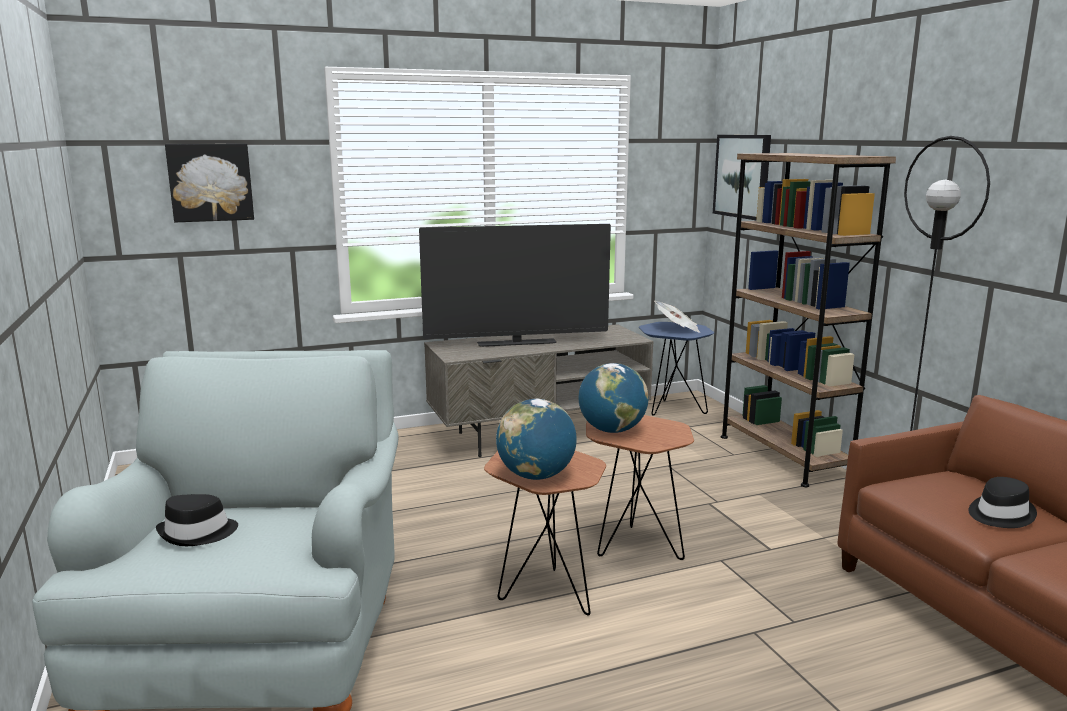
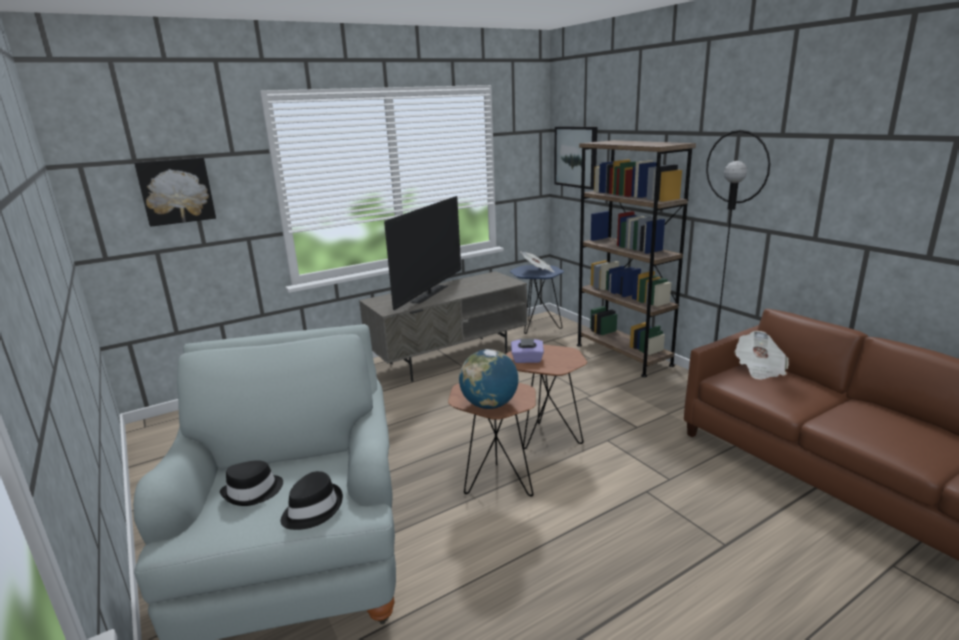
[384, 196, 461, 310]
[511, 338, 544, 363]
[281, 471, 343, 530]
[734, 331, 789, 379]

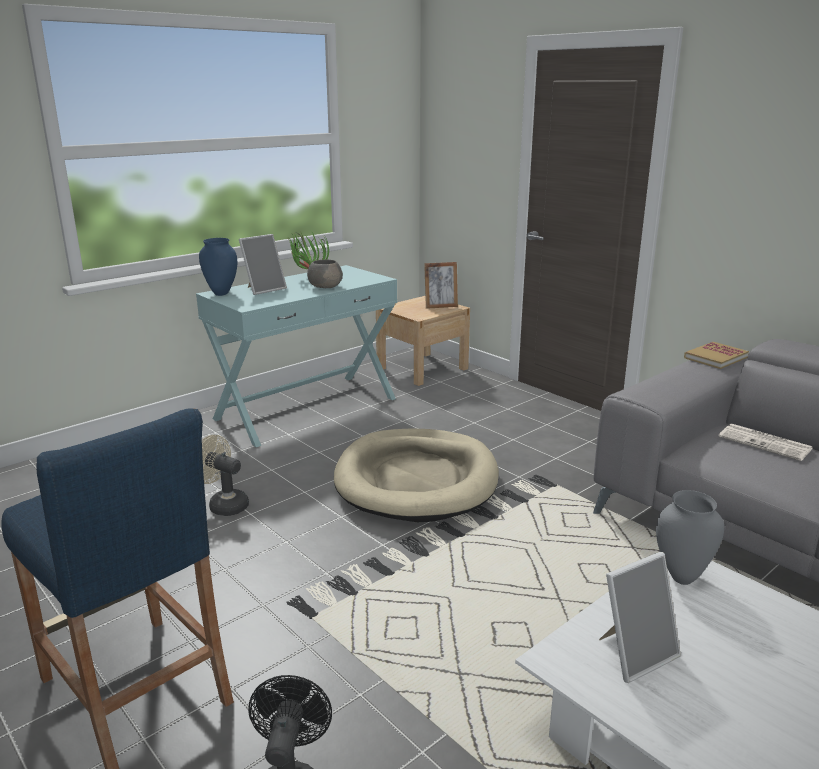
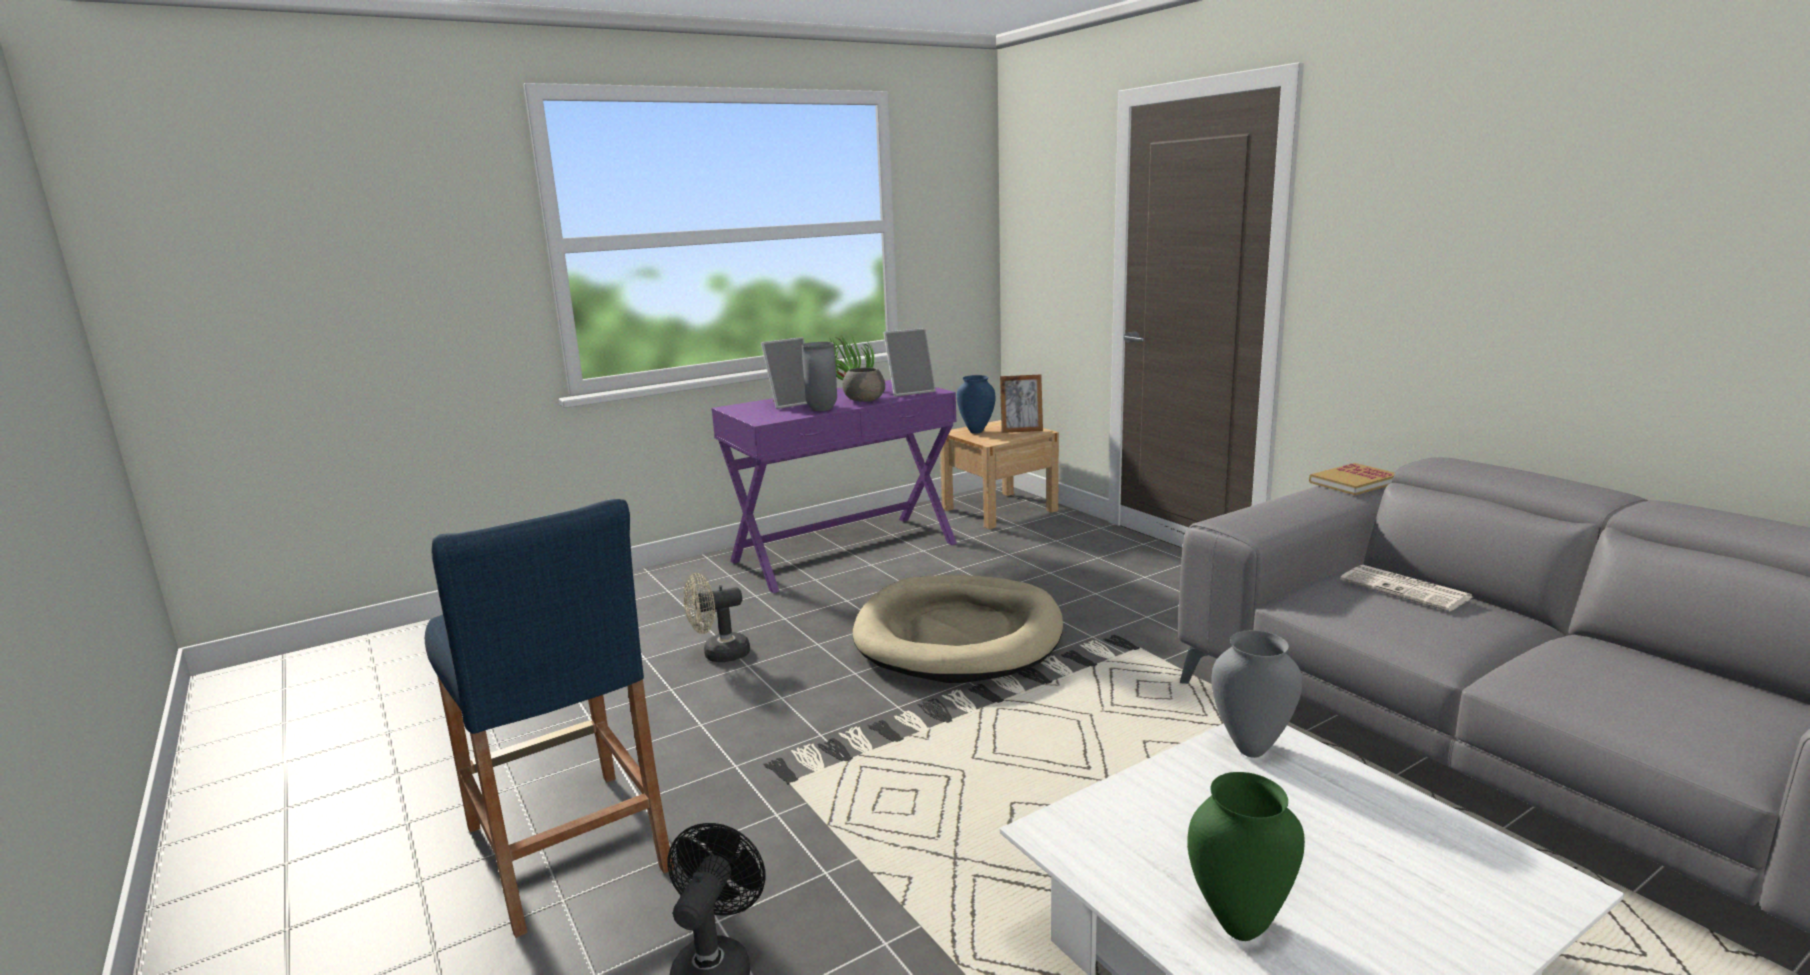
[957, 375, 995, 434]
[711, 380, 957, 593]
[683, 573, 750, 662]
[883, 328, 936, 397]
[802, 342, 837, 411]
[1187, 772, 1305, 941]

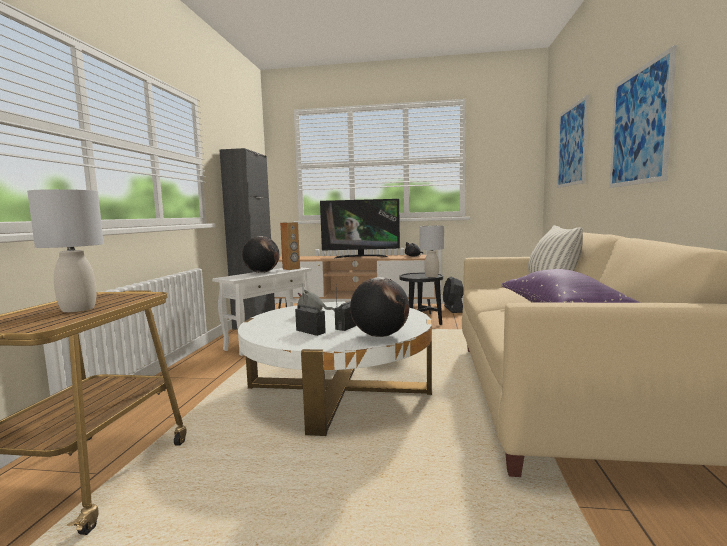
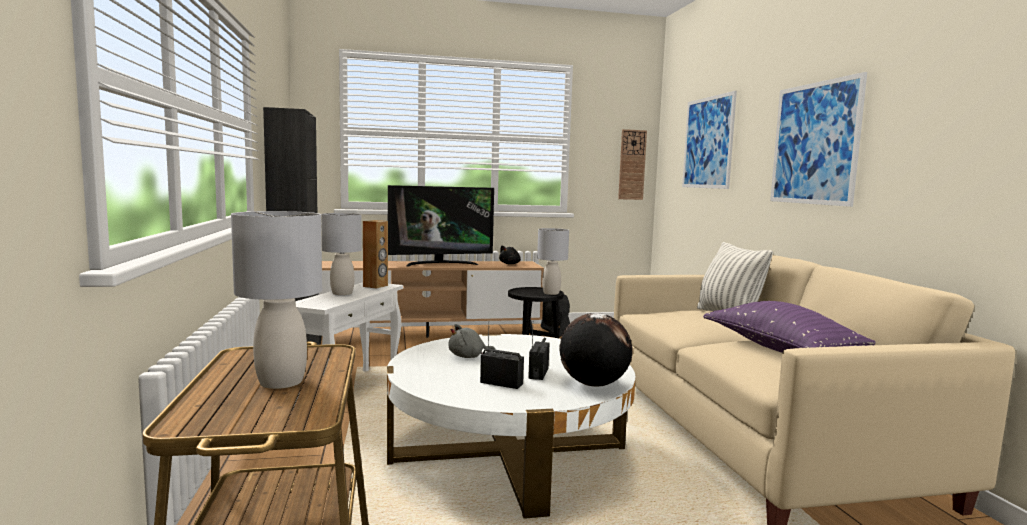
[321, 213, 362, 295]
[618, 129, 647, 200]

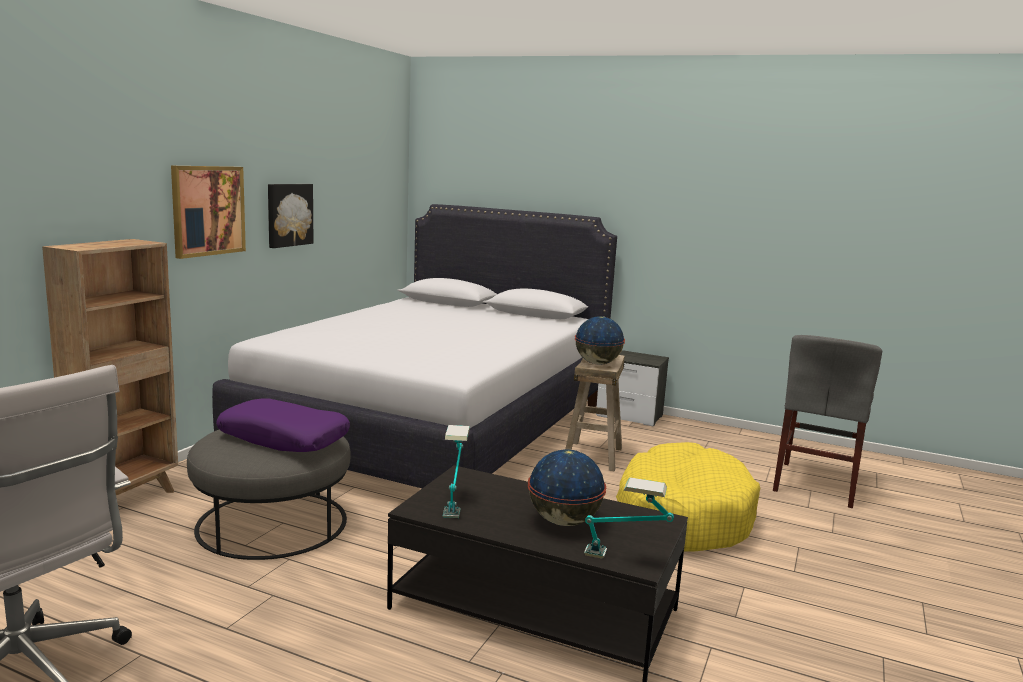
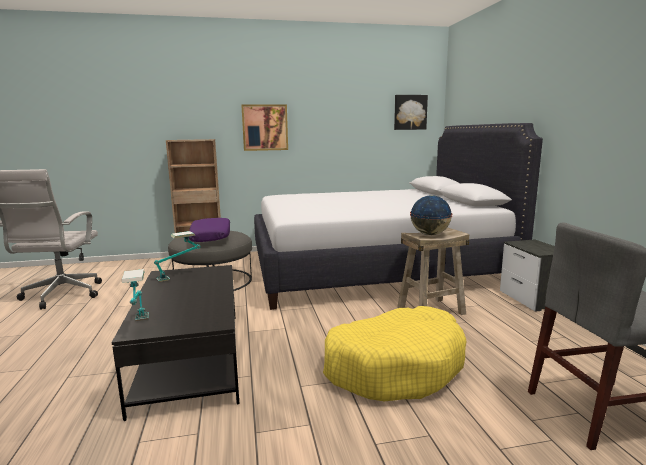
[394, 95, 428, 130]
[528, 449, 606, 526] (first image)

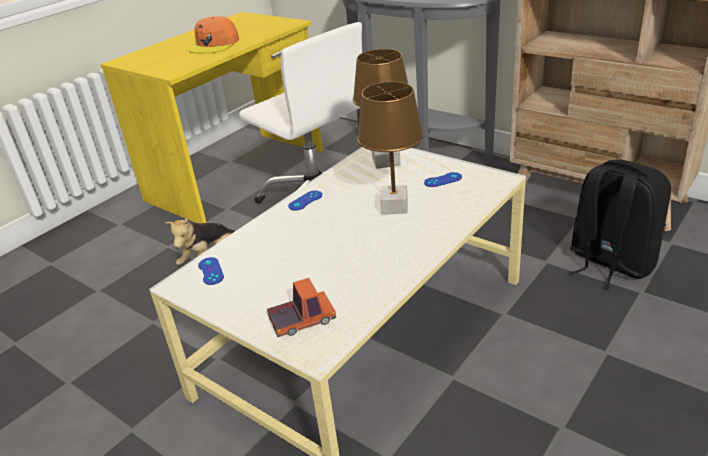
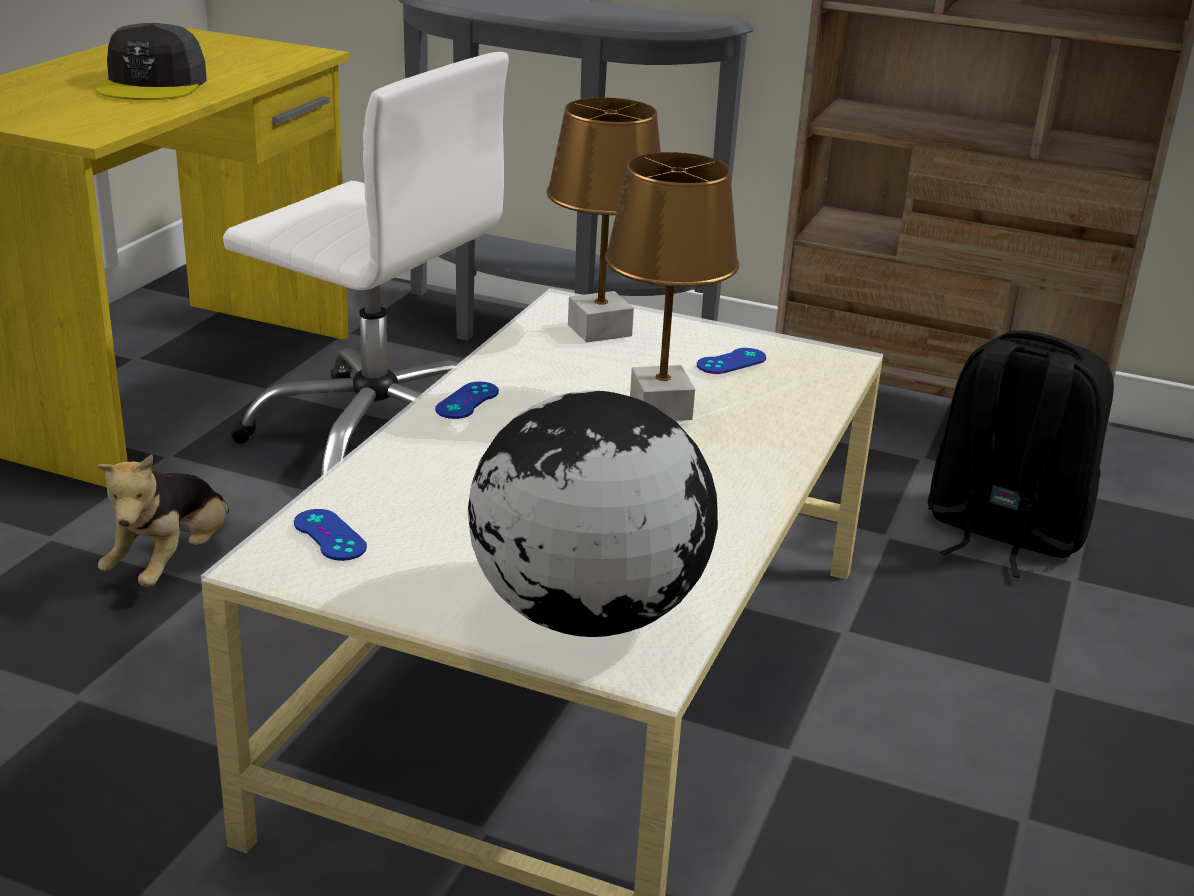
[96, 23, 207, 100]
[468, 391, 718, 637]

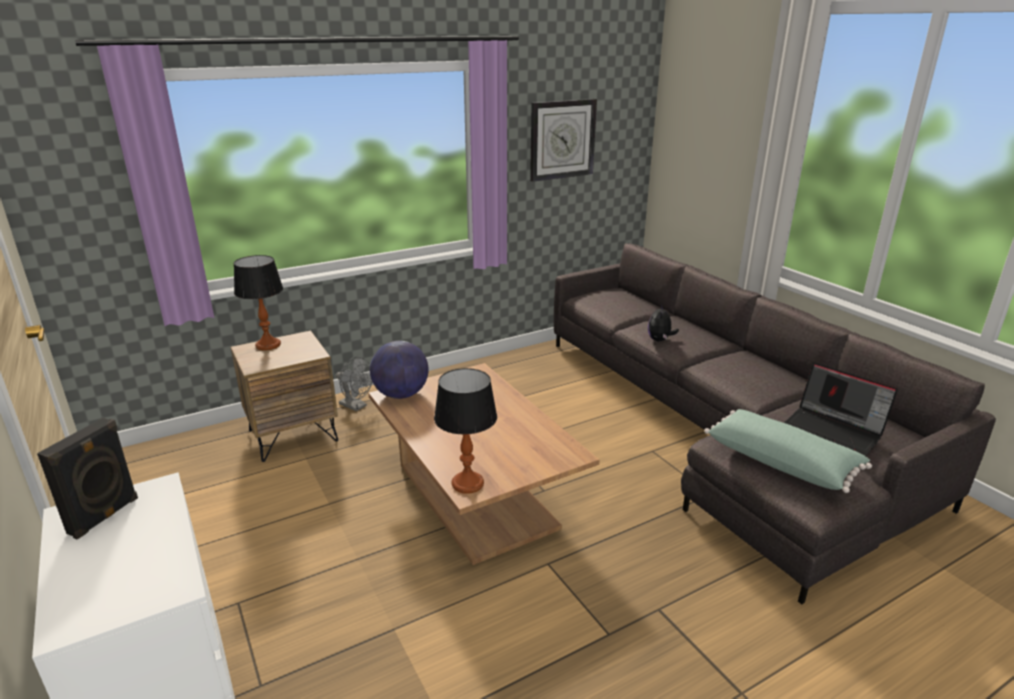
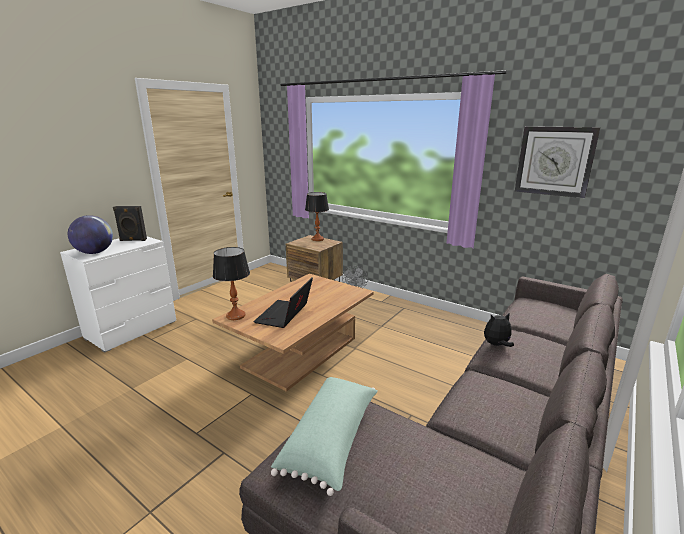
[68, 215, 113, 254]
[253, 277, 313, 328]

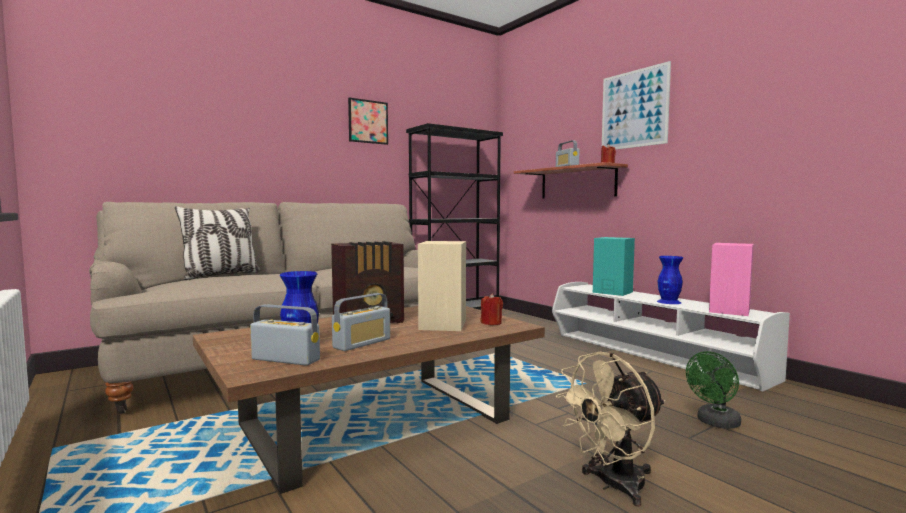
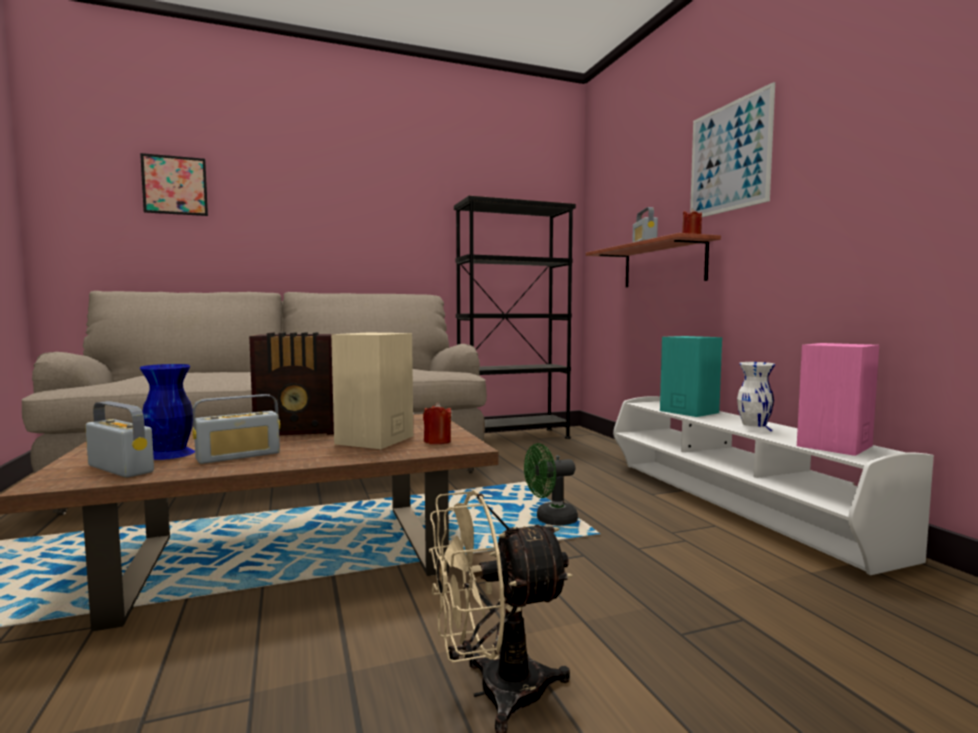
[140, 153, 208, 216]
[175, 206, 261, 280] (first image)
[736, 362, 775, 432]
[524, 443, 578, 526]

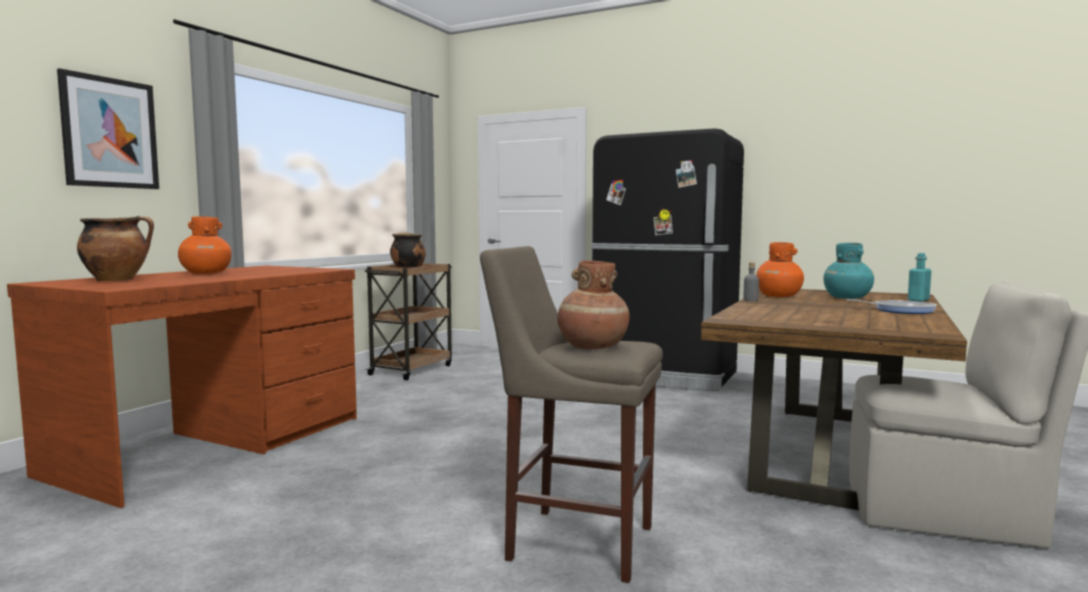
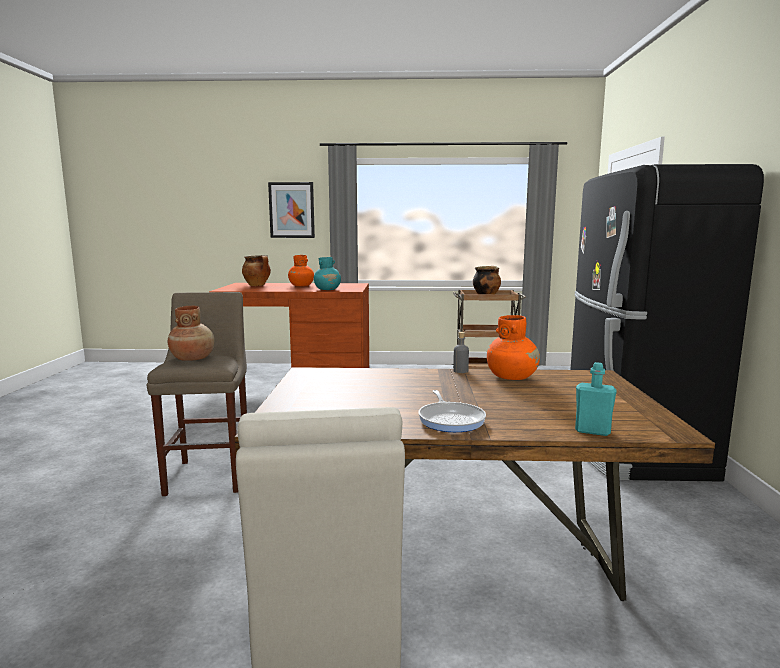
[314, 257, 341, 290]

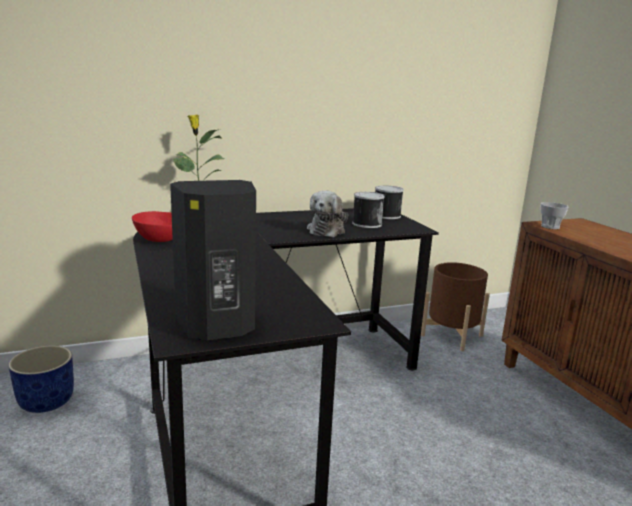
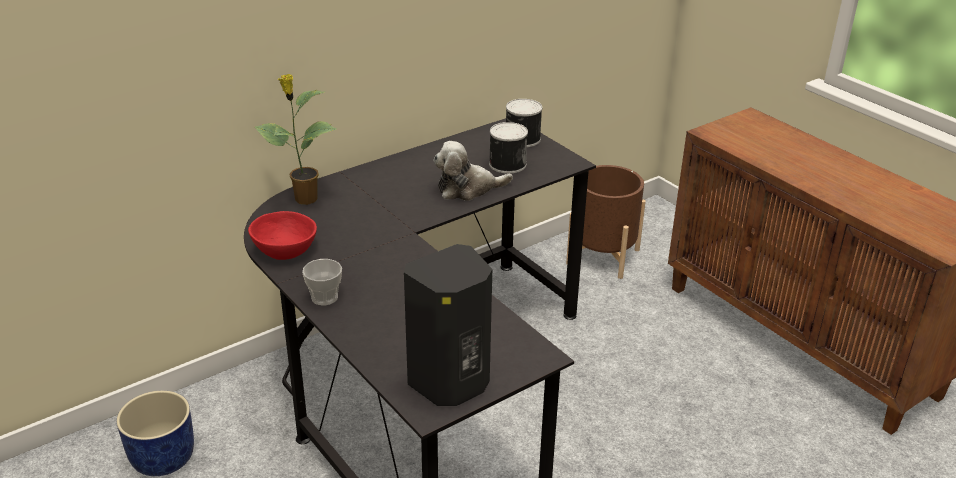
[433, 141, 513, 201]
[302, 259, 342, 305]

